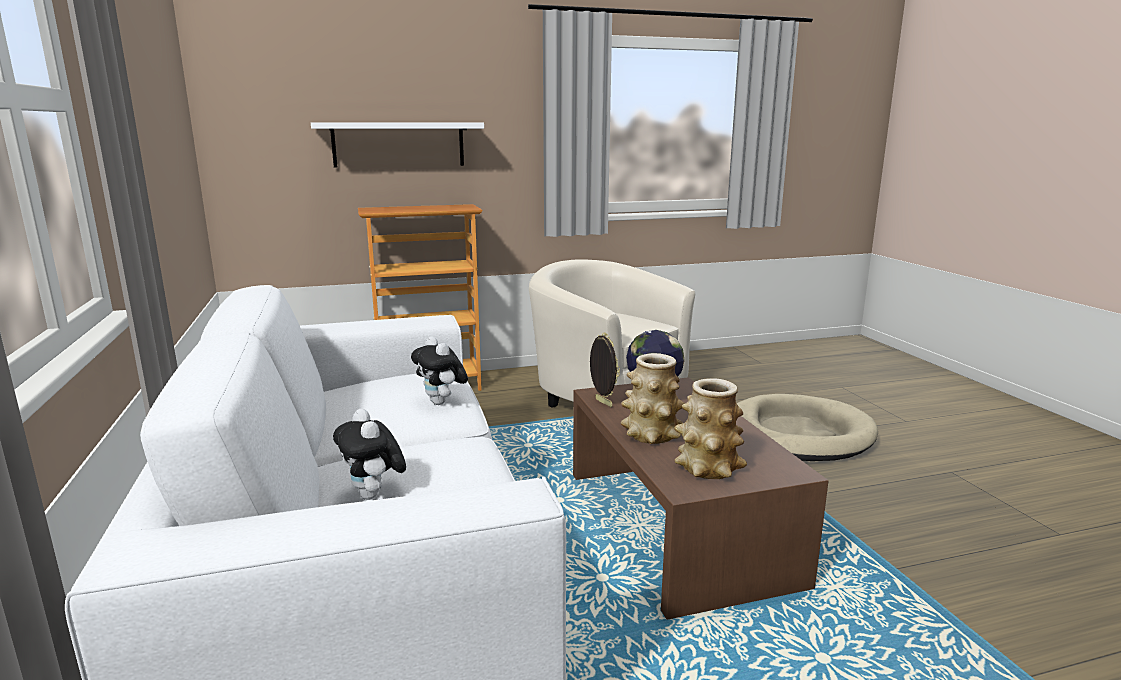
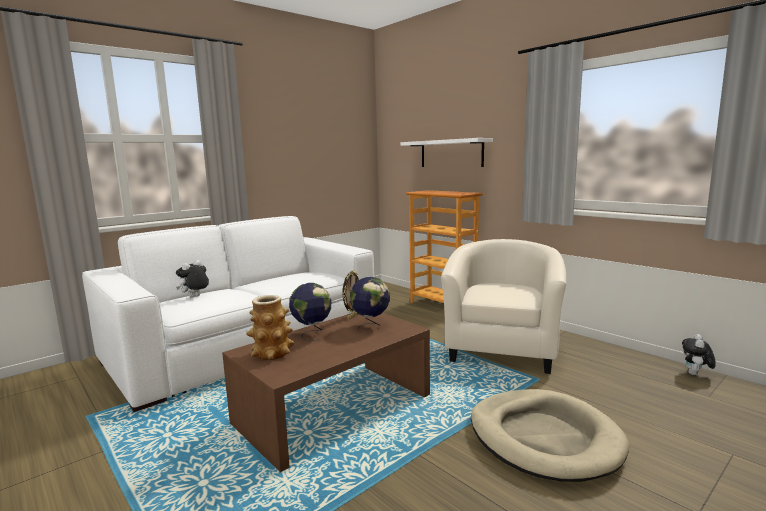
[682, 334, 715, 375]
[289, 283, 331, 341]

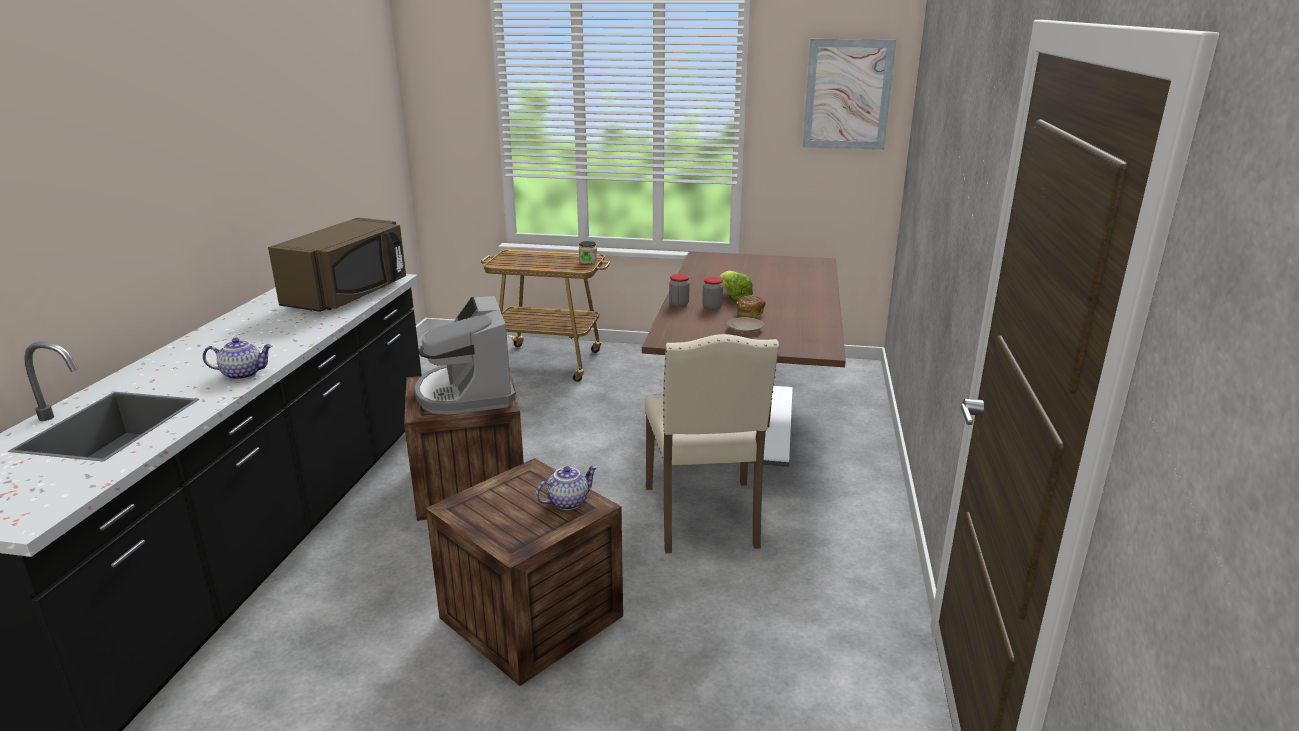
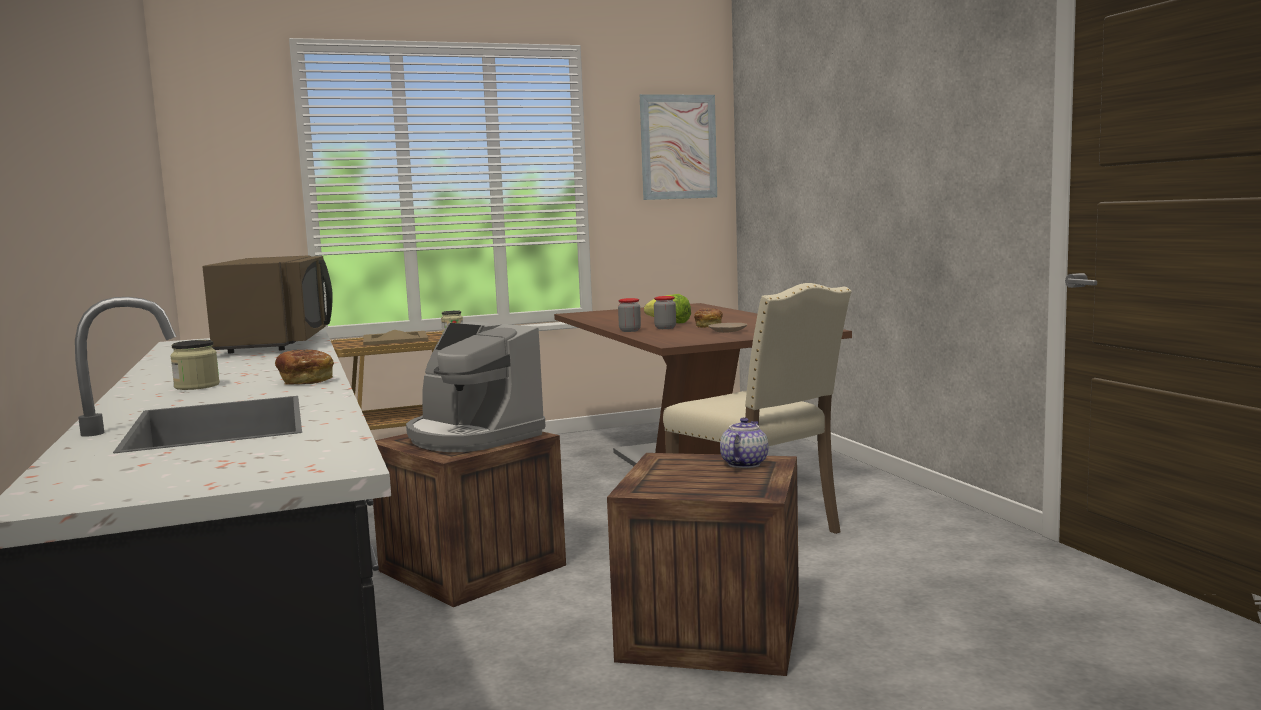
[275, 350, 334, 385]
[363, 330, 429, 345]
[170, 340, 220, 390]

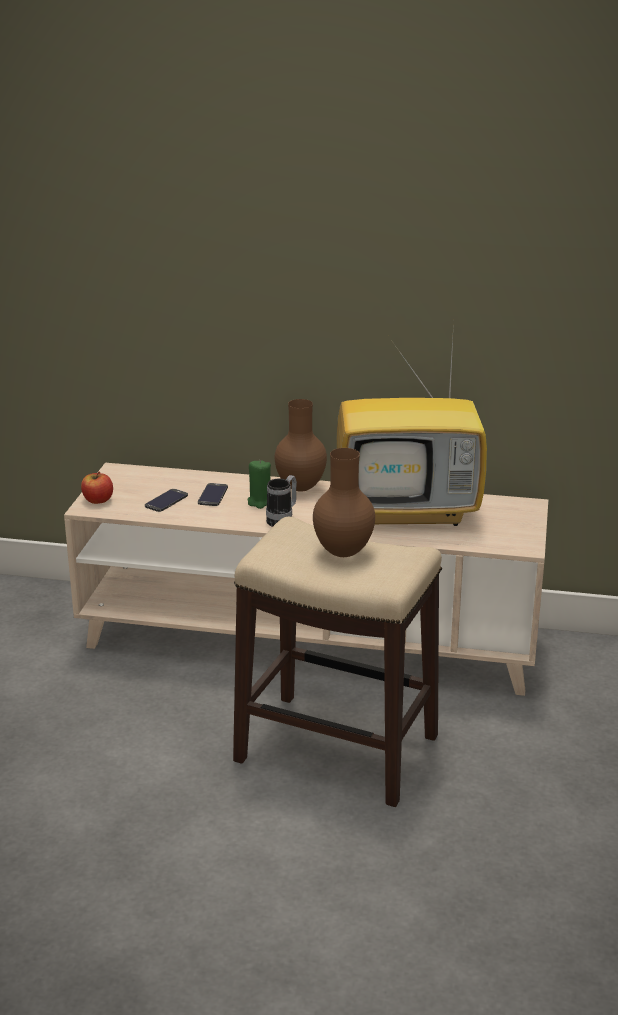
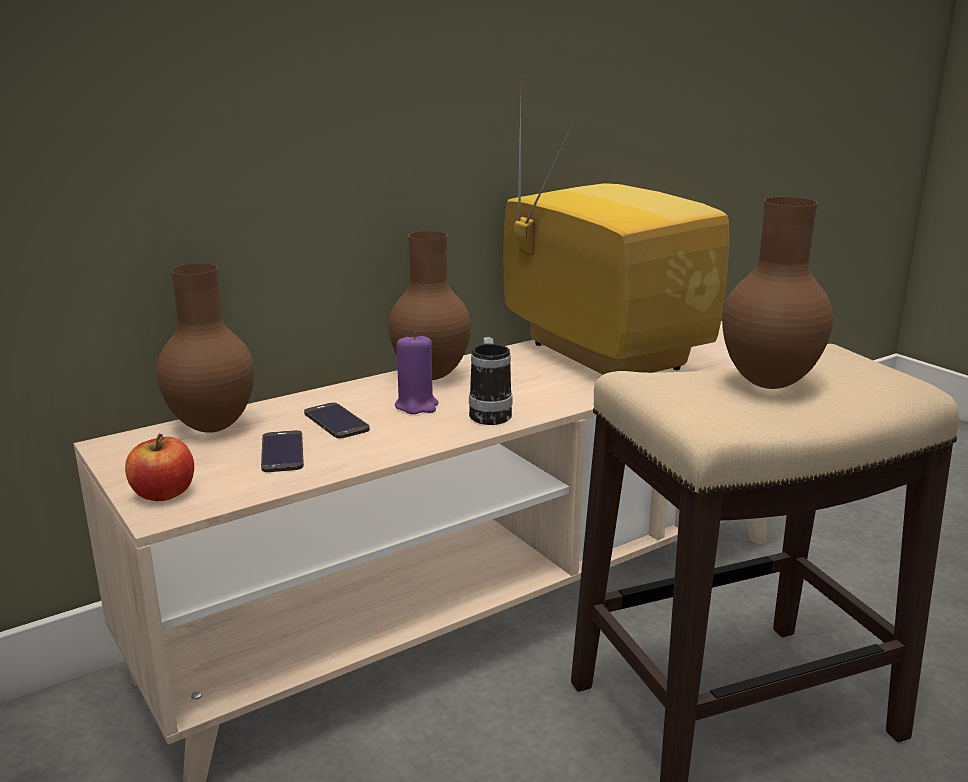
[503, 101, 729, 375]
[395, 333, 438, 414]
[156, 263, 255, 433]

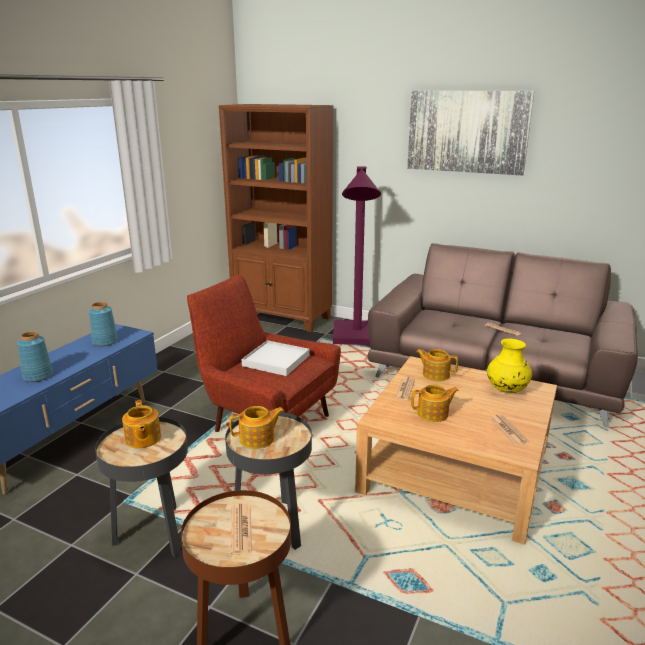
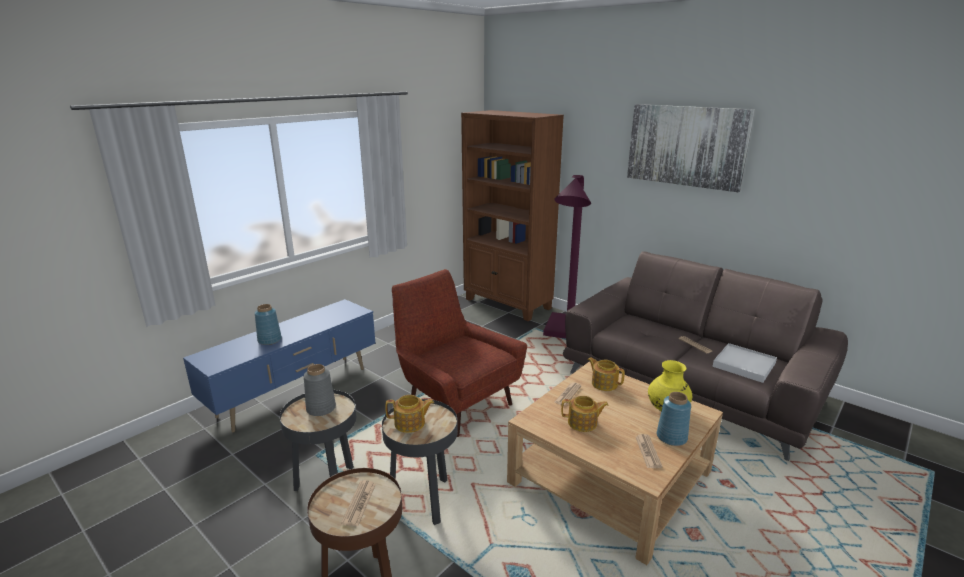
[657, 392, 691, 446]
[713, 343, 777, 383]
[304, 364, 336, 416]

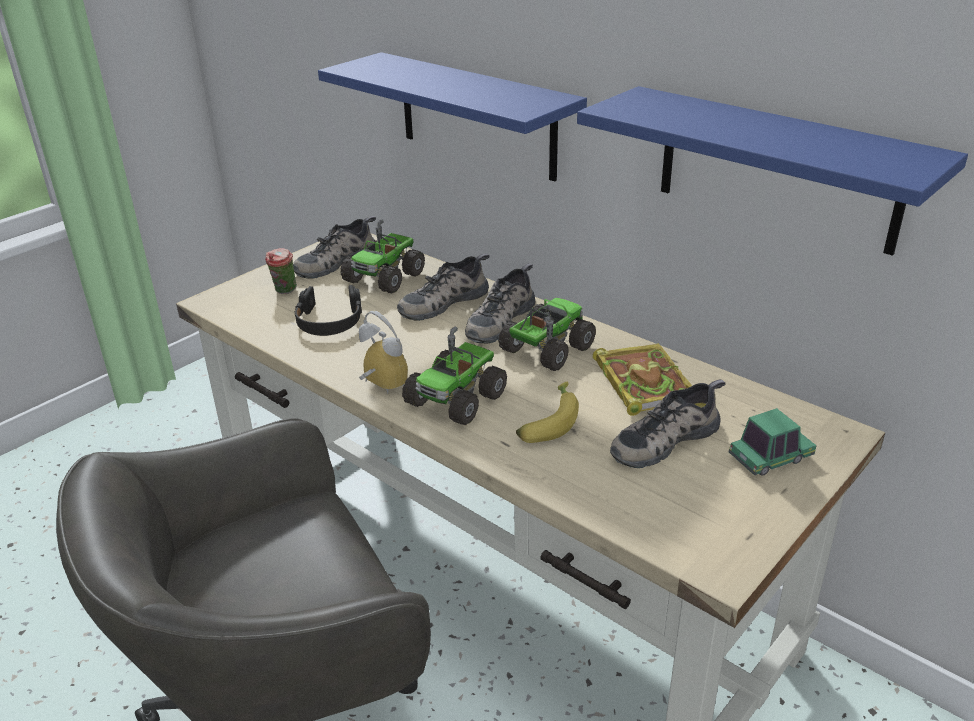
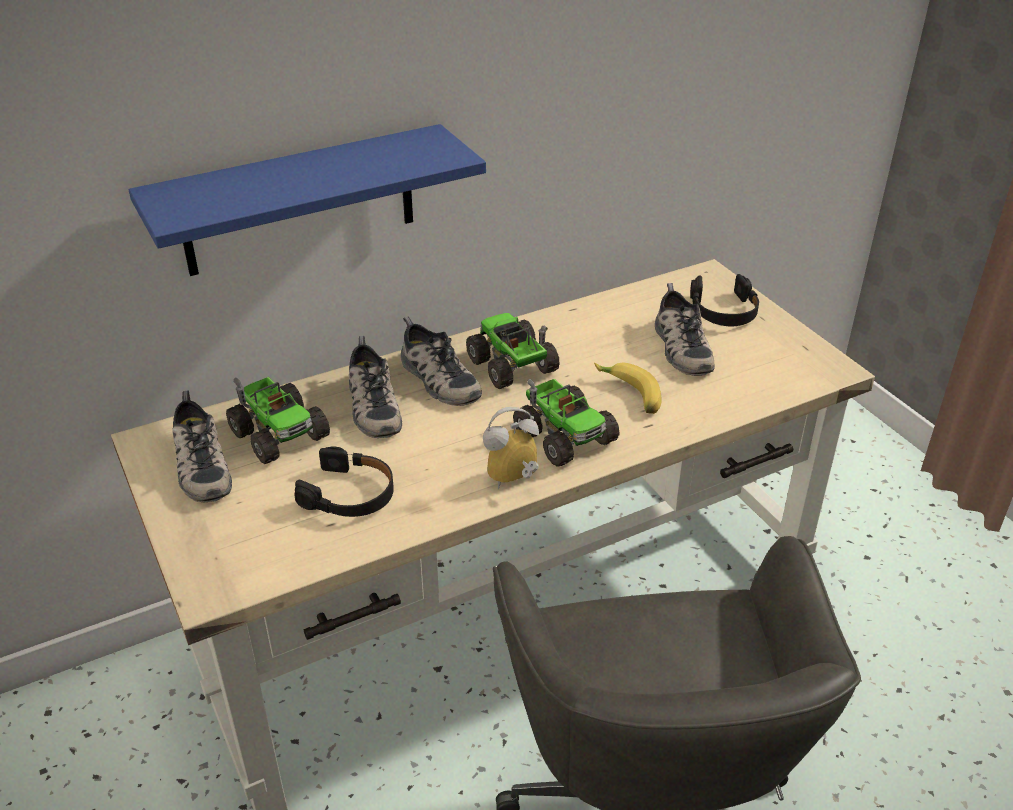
[577, 86, 968, 256] (first image)
[265, 248, 297, 294] (first image)
[593, 343, 692, 416] (first image)
[690, 274, 759, 326]

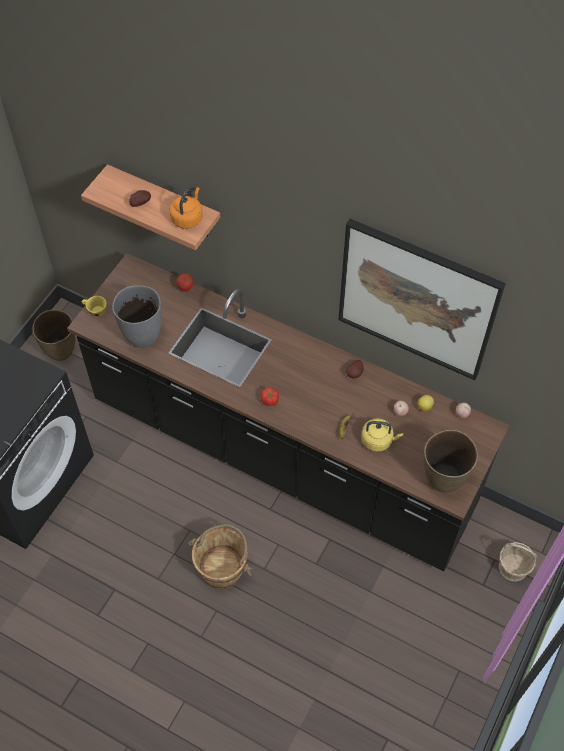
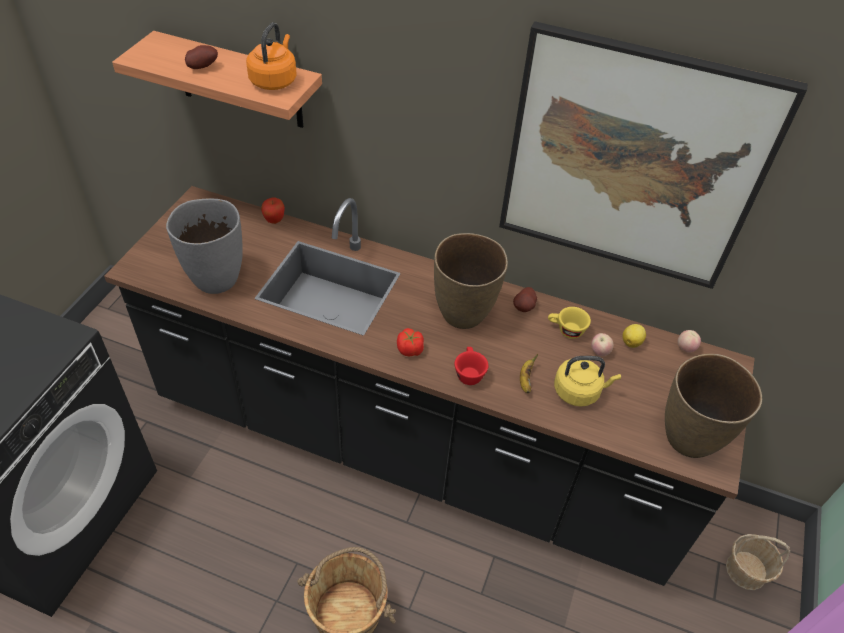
[548, 307, 591, 339]
[434, 233, 508, 329]
[454, 347, 488, 385]

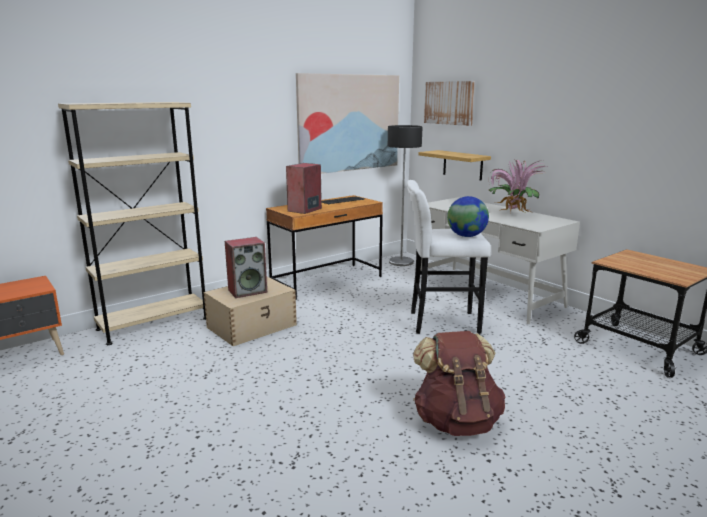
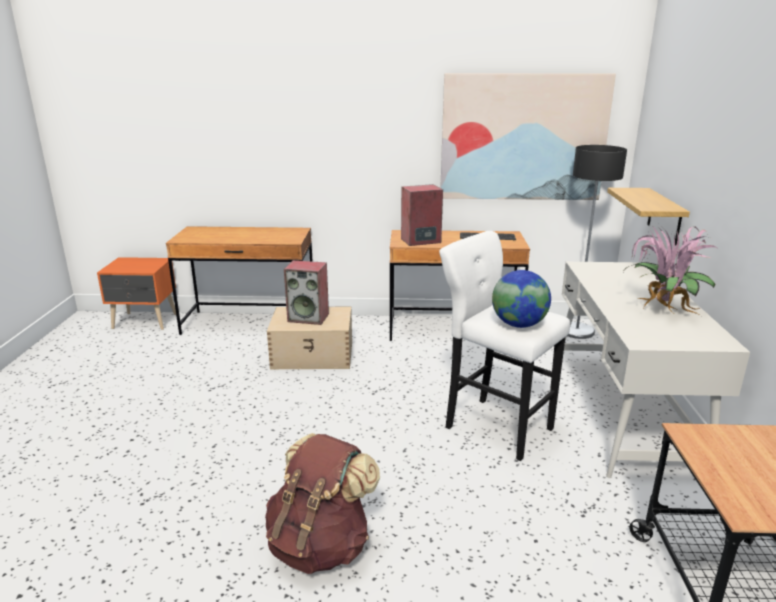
[424, 81, 475, 126] (first image)
[166, 226, 313, 335]

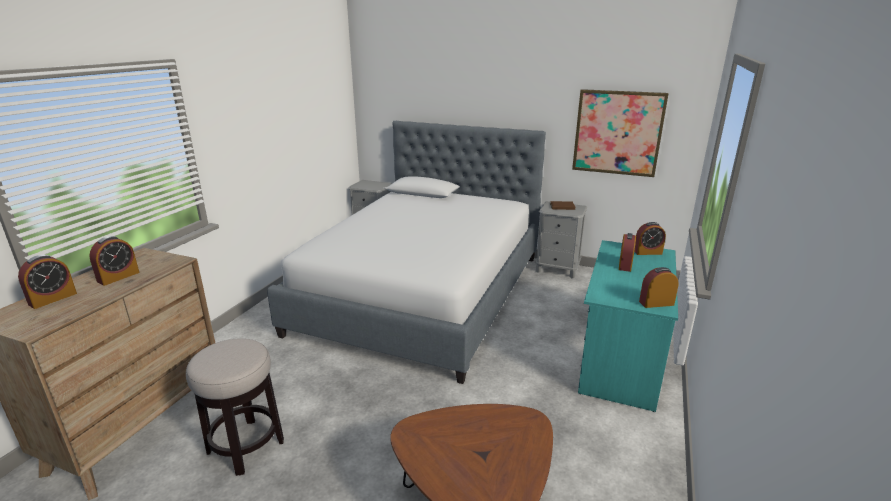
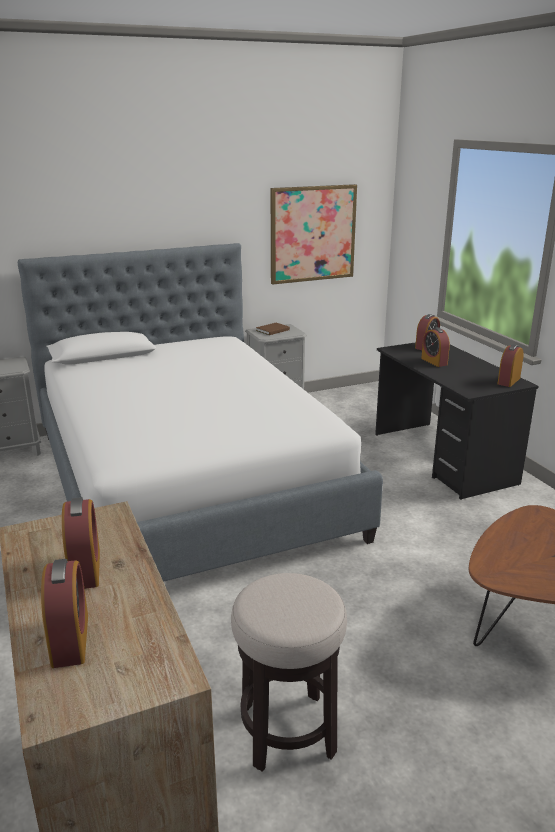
[375, 342, 539, 500]

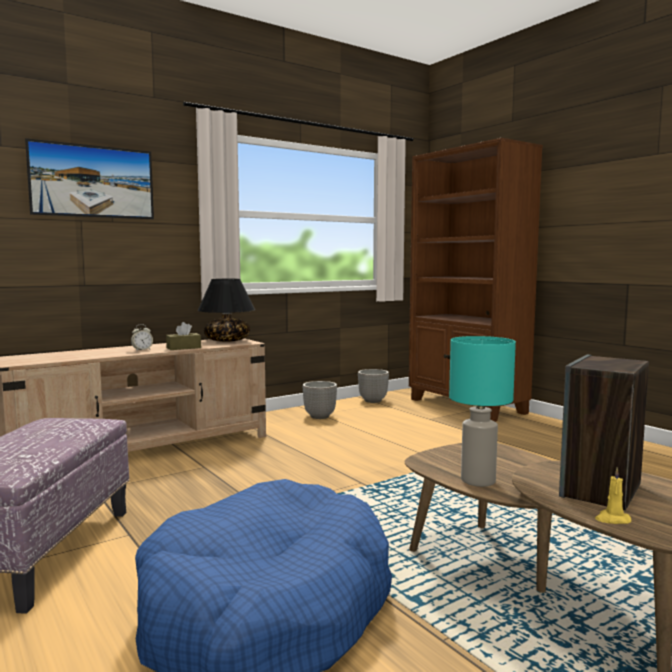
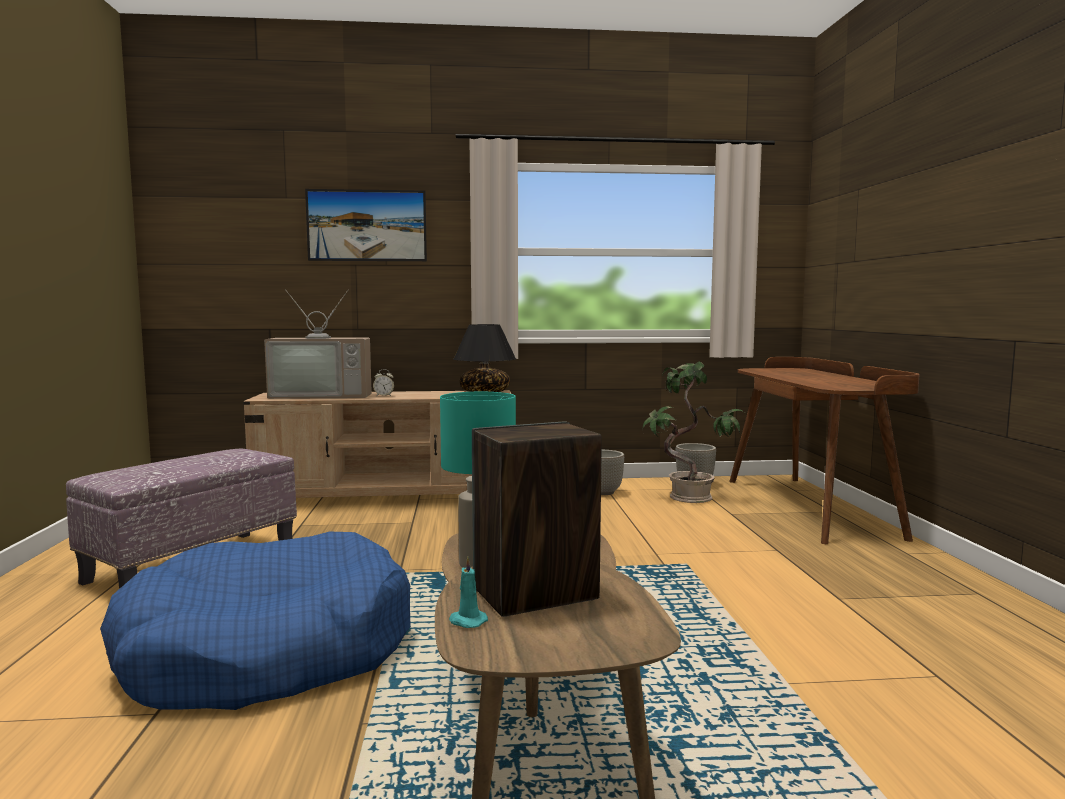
[729, 357, 919, 544]
[166, 322, 201, 350] (first image)
[449, 556, 488, 628]
[264, 289, 372, 399]
[643, 361, 744, 503]

